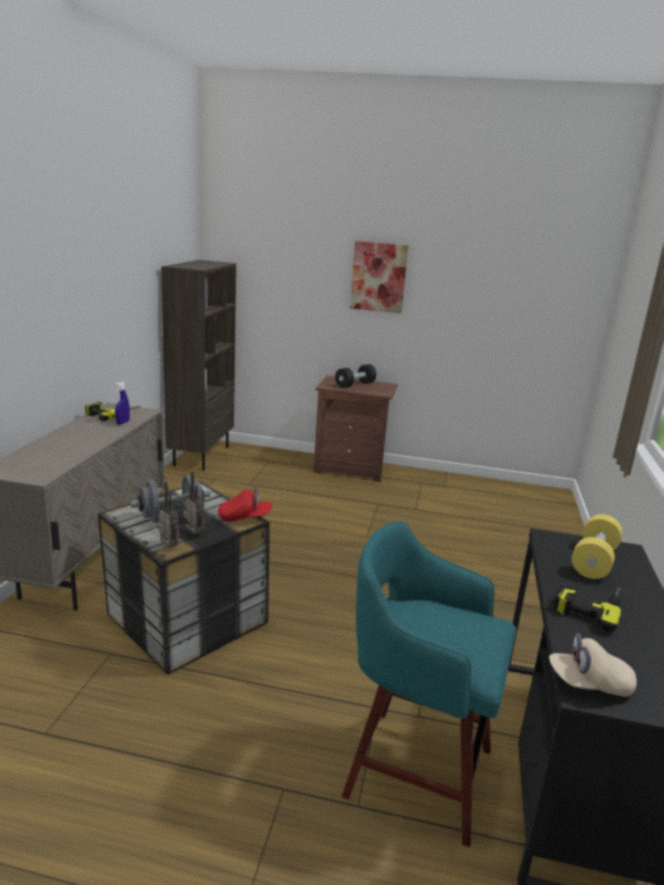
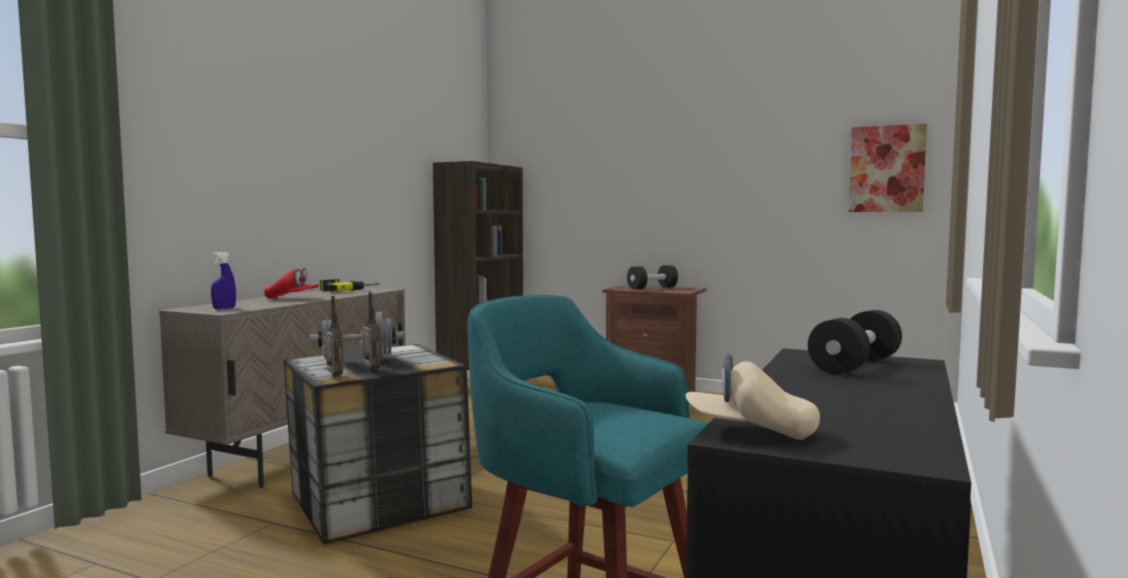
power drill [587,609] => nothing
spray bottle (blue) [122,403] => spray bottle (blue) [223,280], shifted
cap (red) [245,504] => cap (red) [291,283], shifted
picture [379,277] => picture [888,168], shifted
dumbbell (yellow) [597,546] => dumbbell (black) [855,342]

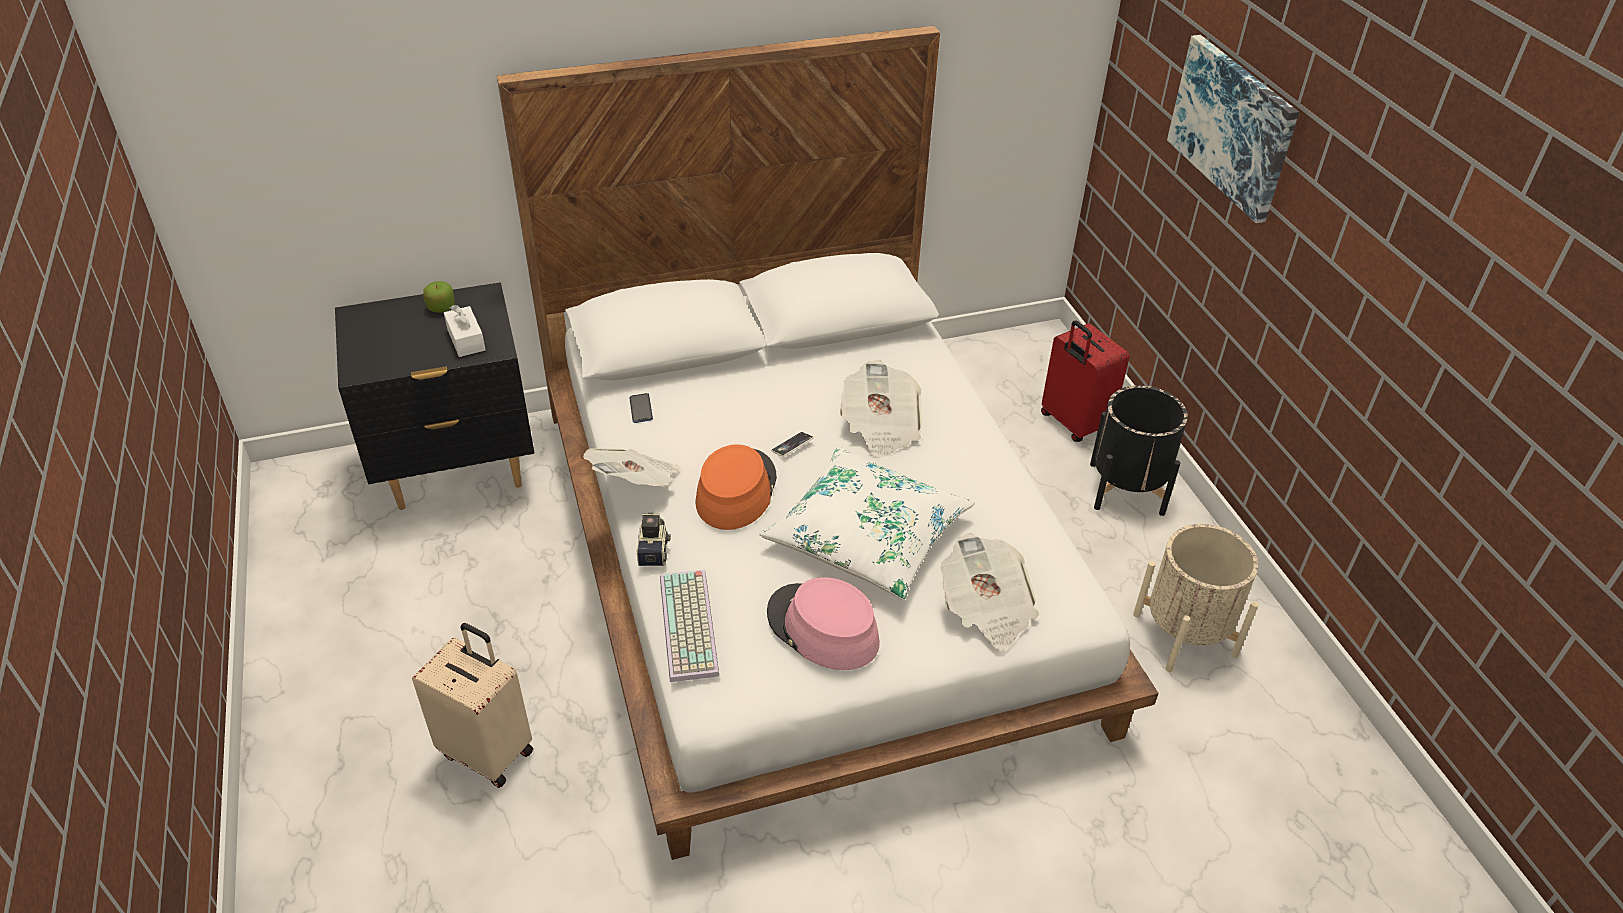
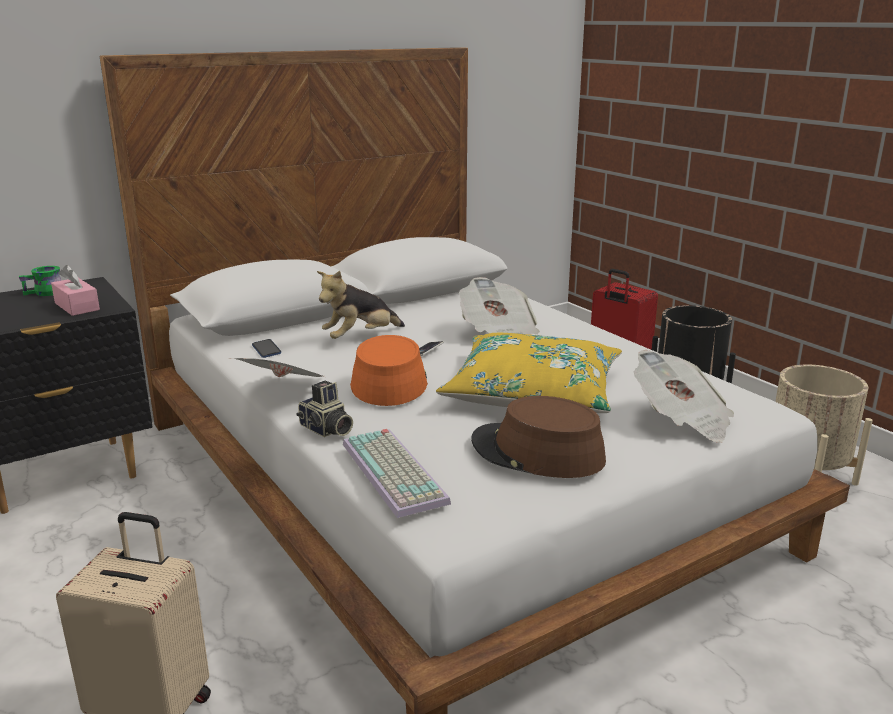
picture [1233,129] => nothing
nothing => plush toy [361,305]
apple [439,297] => mug (green) [40,281]
tissue box (white) [465,331] => tissue box (pink) [75,290]
pillow (white) [867,523] => pillow (yellow) [529,373]
hat (pink) [823,623] => hat (brown) [538,437]
photo camera [654,539] => photo camera [324,409], 150 degrees clockwise

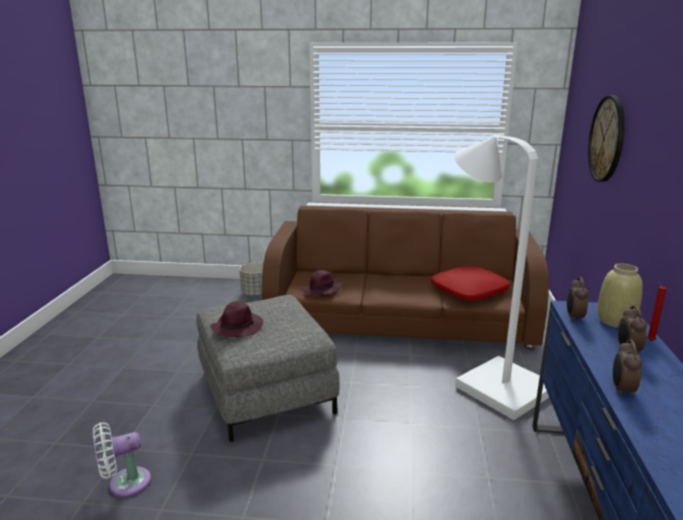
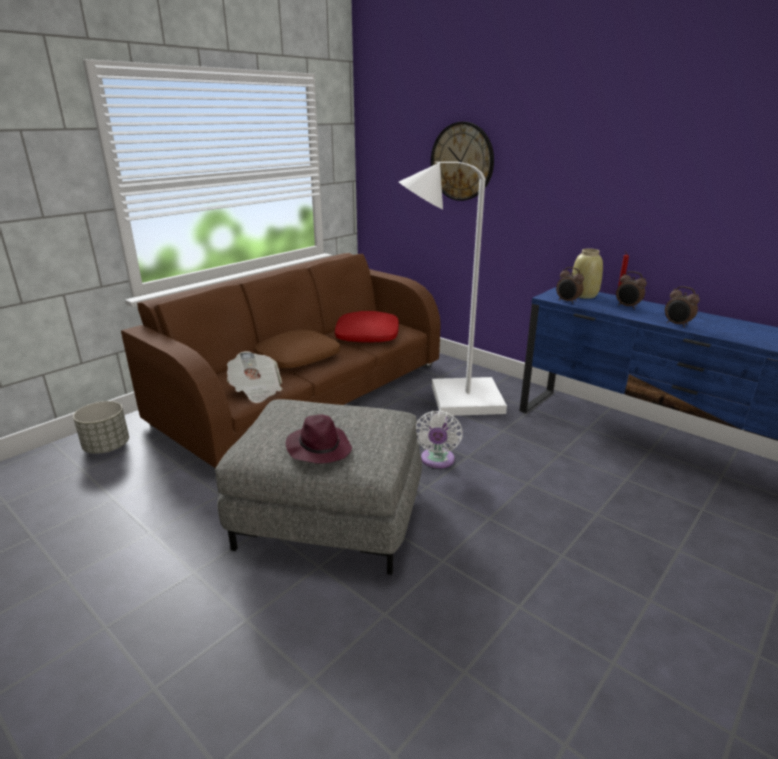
nothing => pillow (brown) [297,349]
fan (white) [122,459] => fan (white) [439,439], shifted
hat (purple) [321,282] => newspaper [254,377]

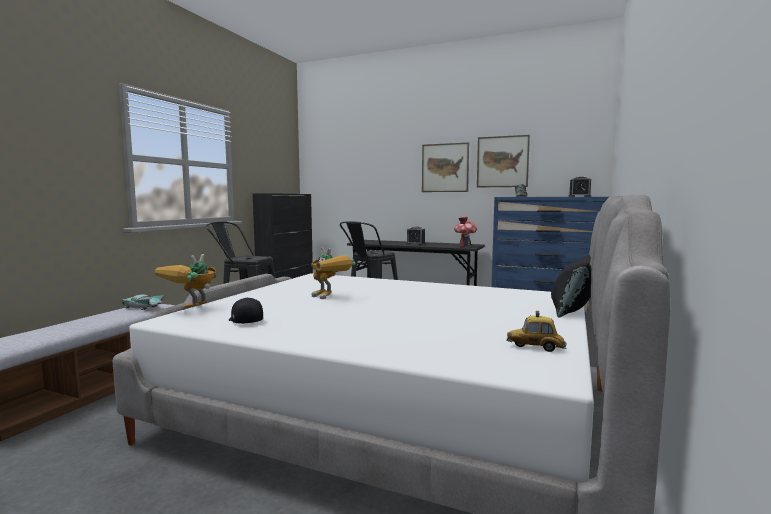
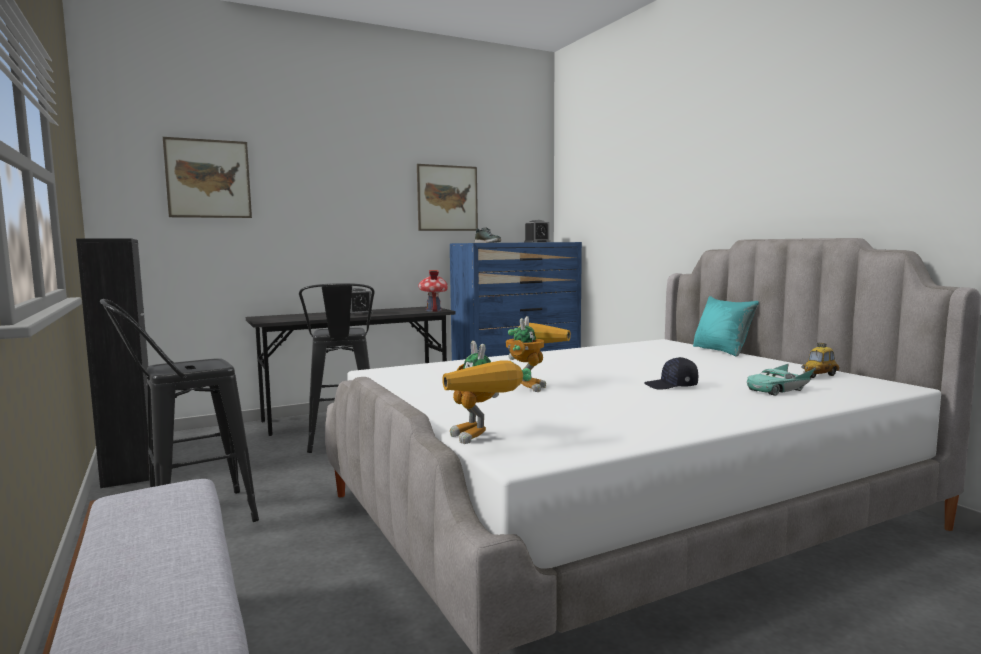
toy car (turquoise) [143,302] => toy car (turquoise) [781,379], shifted
cap (black) [246,311] => cap (black) [671,373], shifted
picture [445,167] => picture [207,177], shifted
pillow (black) [571,286] => pillow (turquoise) [726,326]
toy robot [333,273] => toy robot [538,354], 60 degrees counterclockwise

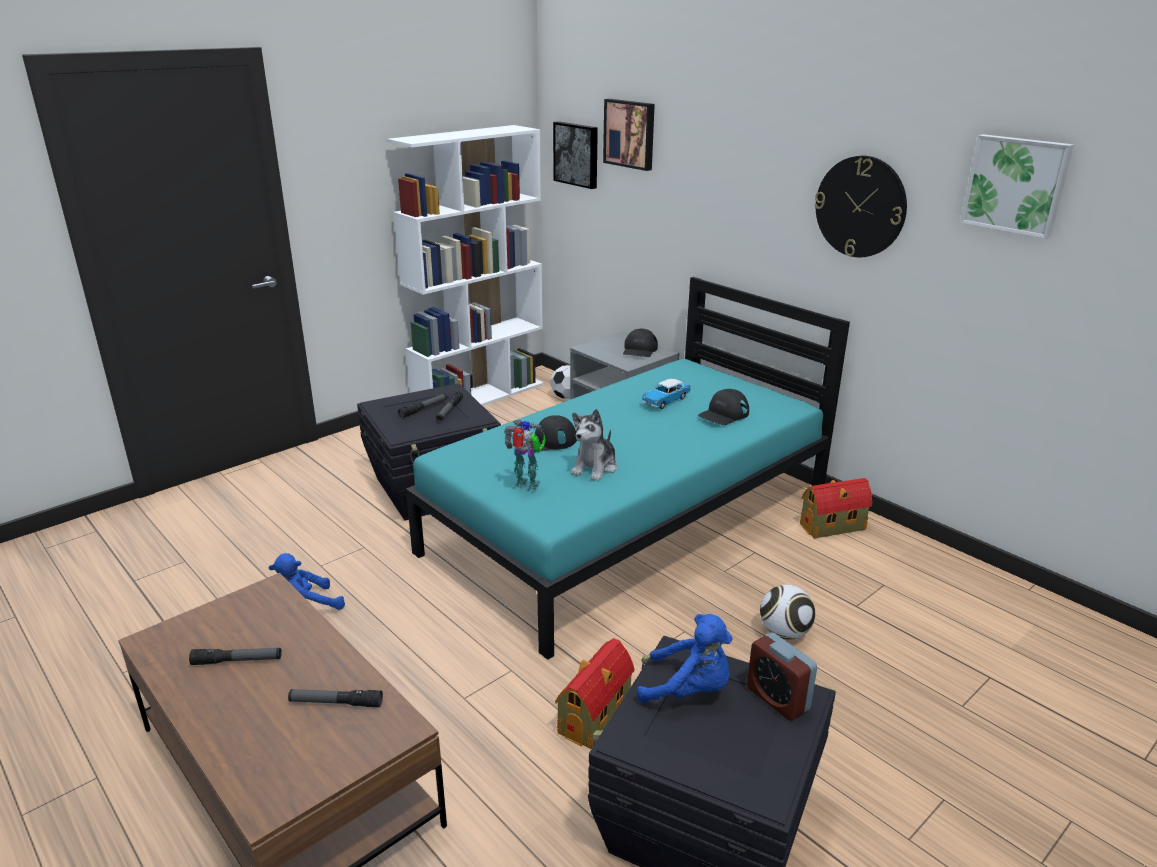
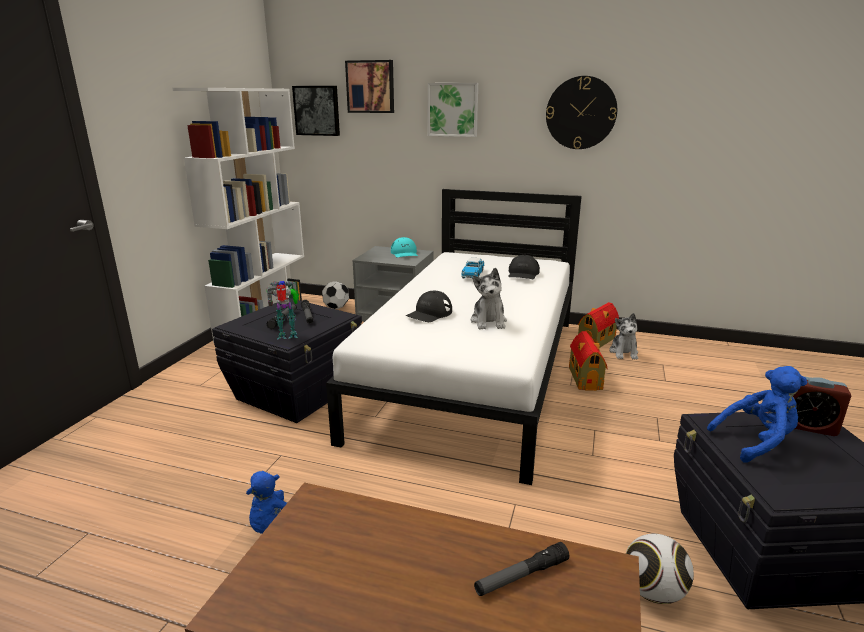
flashlight [235,656] => nothing
nothing => plush toy [623,336]
toy robot [525,456] => toy robot [282,309], shifted
toy house [595,693] => toy house [588,361], shifted
football [787,612] => football [660,568], shifted
picture [1017,186] => picture [453,110], shifted
bed (turquoise) [628,468] => bed (white) [454,337]
cap (black) [640,343] => cap (turquoise) [404,247]

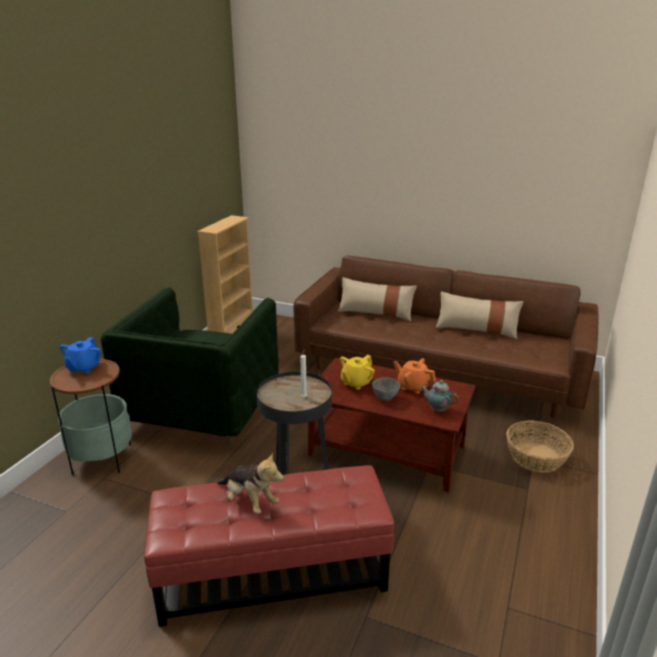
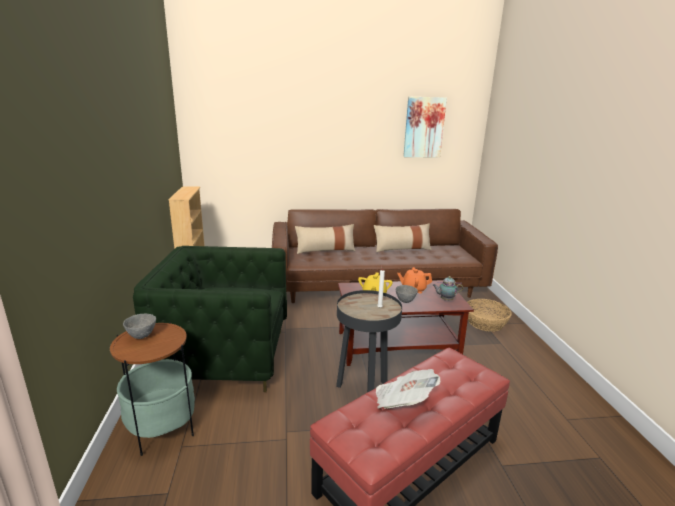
nothing => picture [425,127]
teapot (blue) [80,355] => bowl (grey) [139,326]
plush toy [250,483] => newspaper [408,389]
armchair (green) [190,368] => armchair (green) [210,319], 105 degrees clockwise

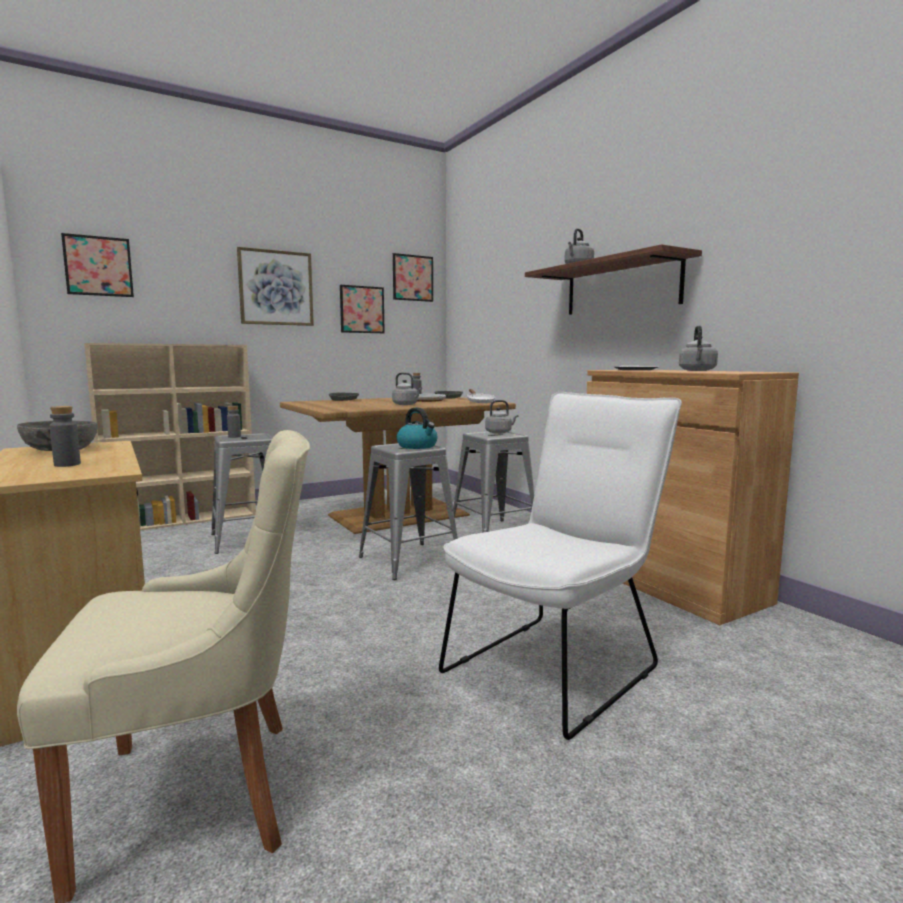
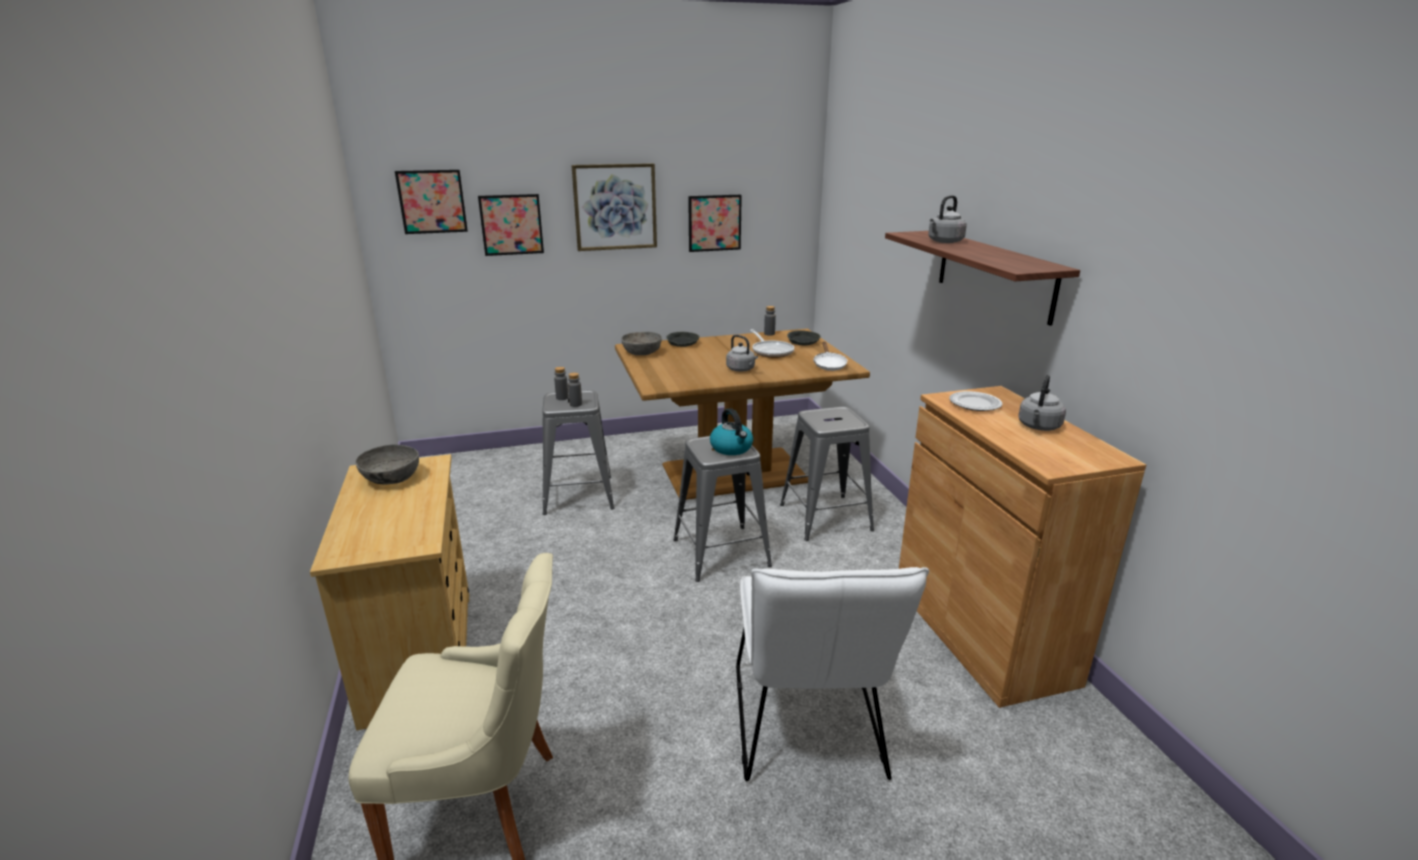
bookcase (beige) [170,436] => nothing
kettle (grey) [502,417] => nothing
nothing => bowl (grey) [642,343]
bottle (grey) [65,436] => bottle (grey) [575,390], shifted
picture [413,277] => picture [511,225], shifted
chair (white) [560,566] => chair (white) [832,674], 120 degrees clockwise

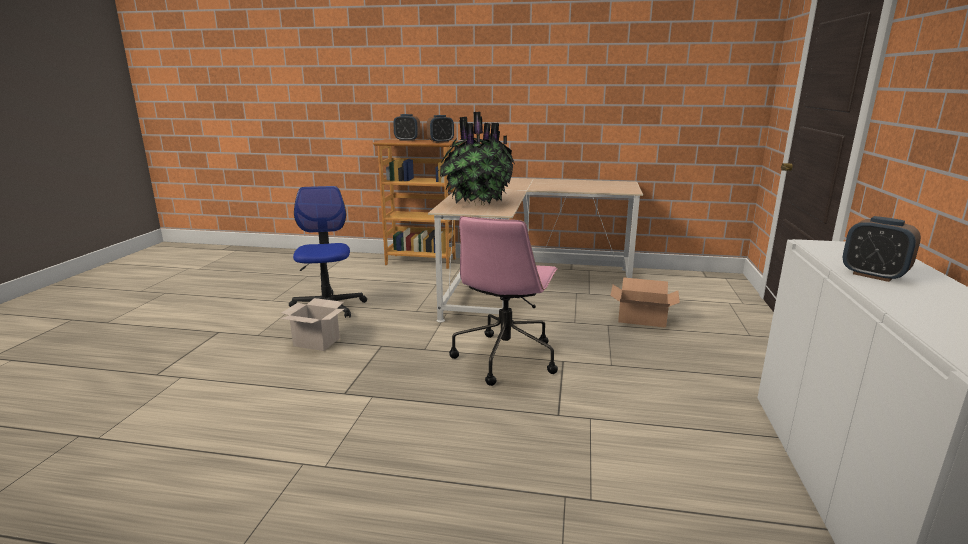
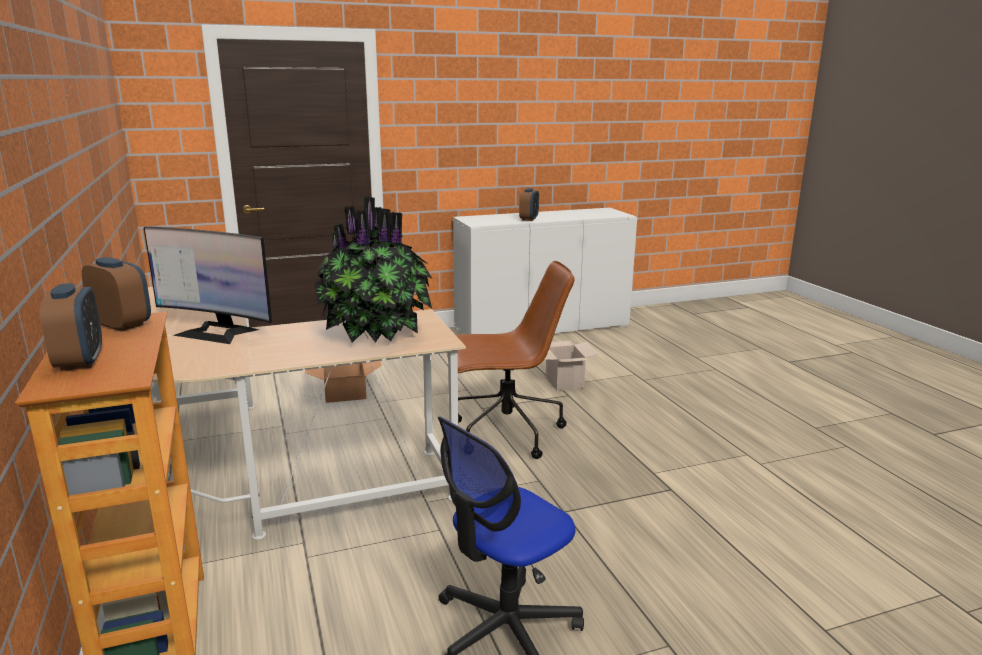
nothing => monitor [208,285]
cardboard box [312,324] => cardboard box [572,366], shifted
office chair (pink) [503,301] => office chair (brown) [510,360]

